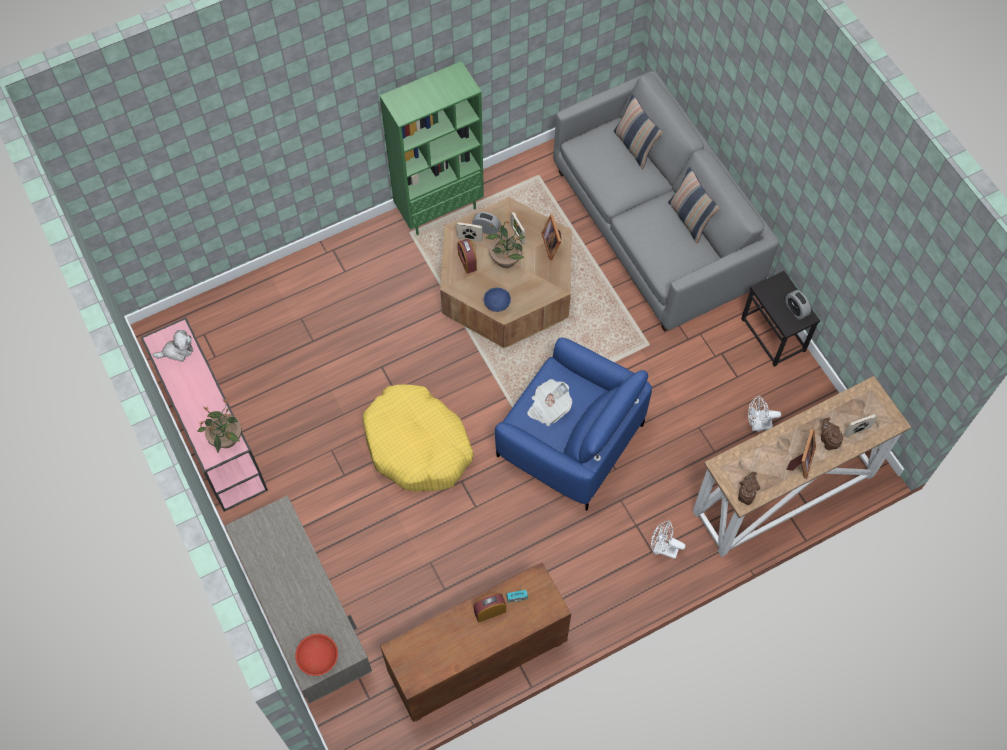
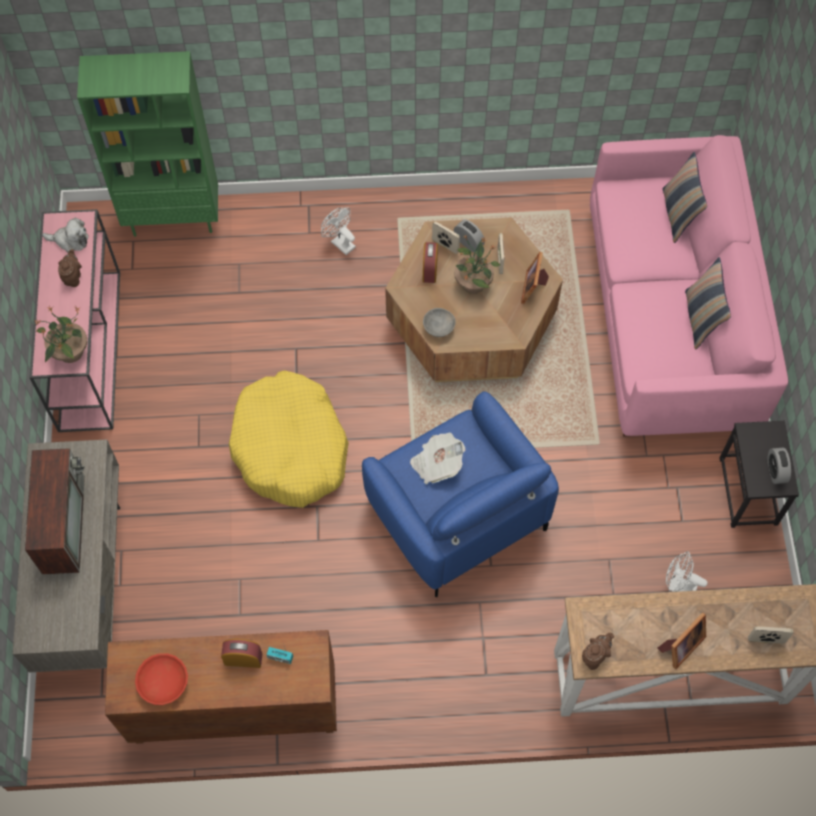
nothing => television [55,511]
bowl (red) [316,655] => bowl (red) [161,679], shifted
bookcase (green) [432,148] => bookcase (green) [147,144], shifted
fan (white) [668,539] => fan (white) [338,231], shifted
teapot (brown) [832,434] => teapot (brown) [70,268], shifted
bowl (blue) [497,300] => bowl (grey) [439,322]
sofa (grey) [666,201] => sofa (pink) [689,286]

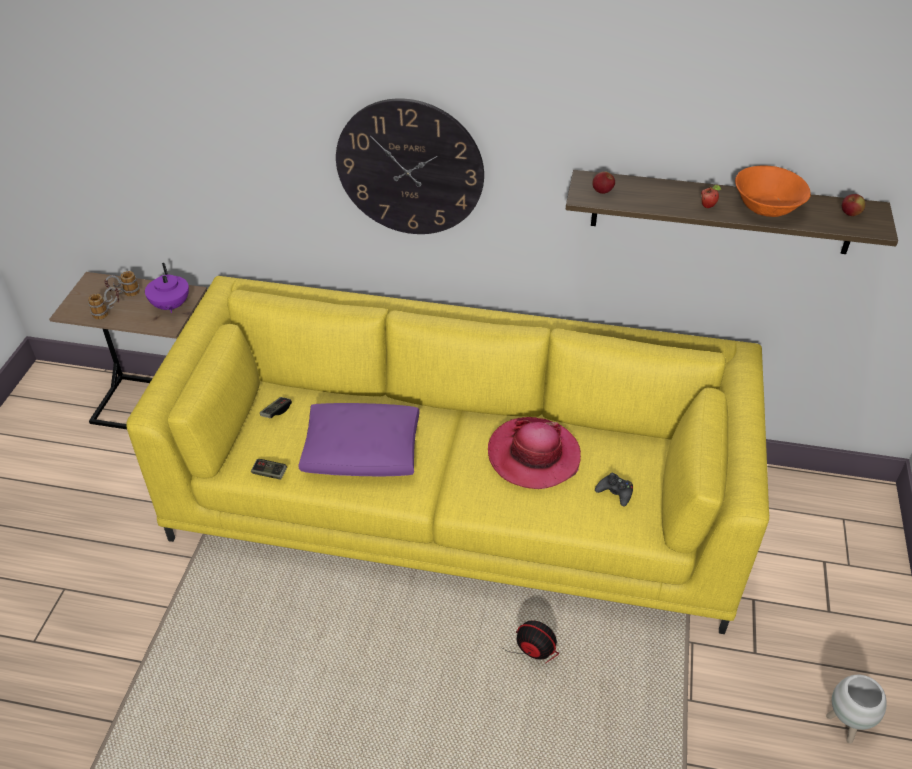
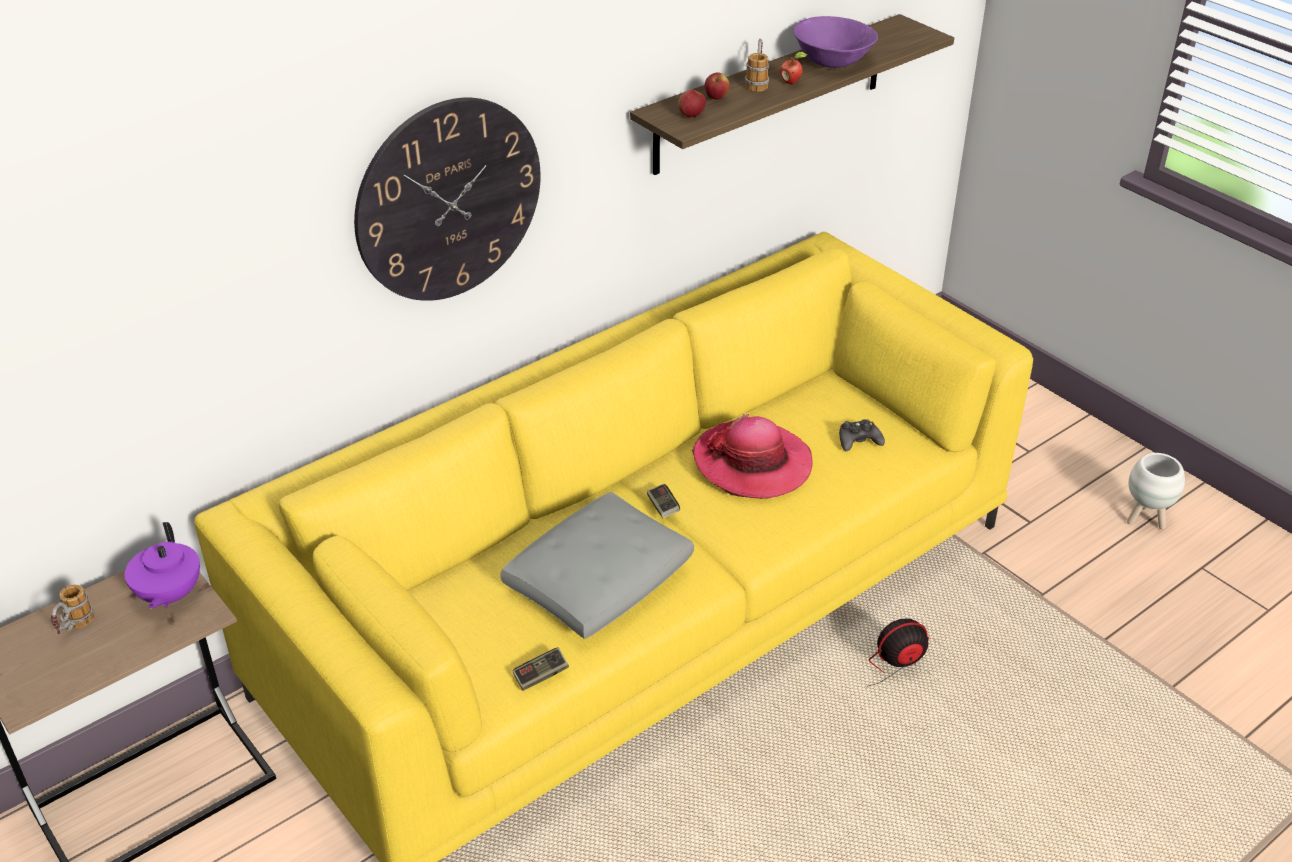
mug [103,303] => mug [757,65], shifted
game controller [276,407] => game controller [663,501], shifted
apple [853,205] => apple [717,86], shifted
pillow (purple) [359,439] => pillow (grey) [597,565]
bowl (orange) [773,191] => bowl (purple) [835,42]
teapot (purple) [167,288] => teapot (purple) [162,565], 60 degrees clockwise

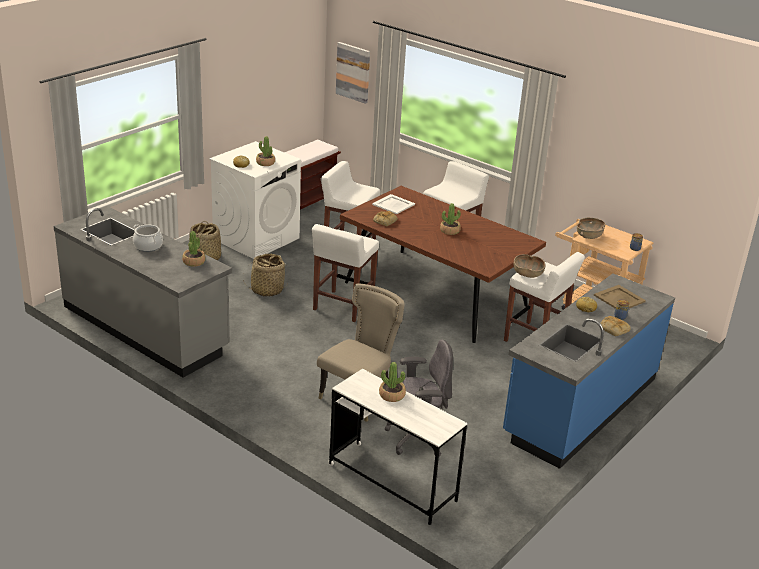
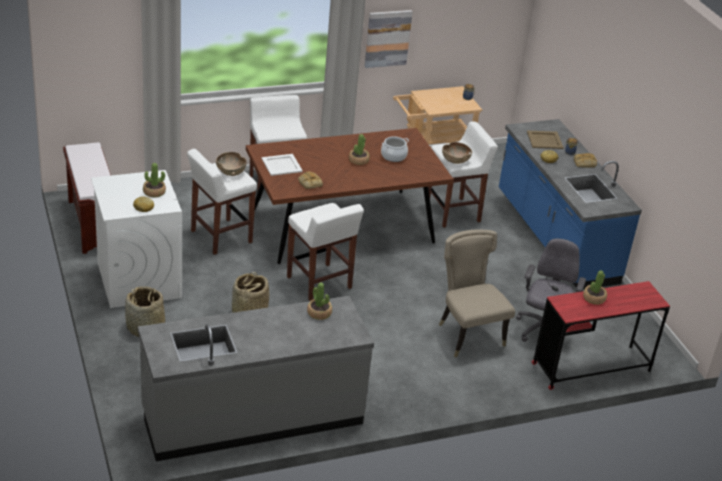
cooking pot [148,238] => cooking pot [395,149], shifted
picture [353,73] => picture [389,39], shifted
bowl (brown) [591,228] => bowl (brown) [231,164], shifted
desk (white) [397,447] => desk (red) [601,335]

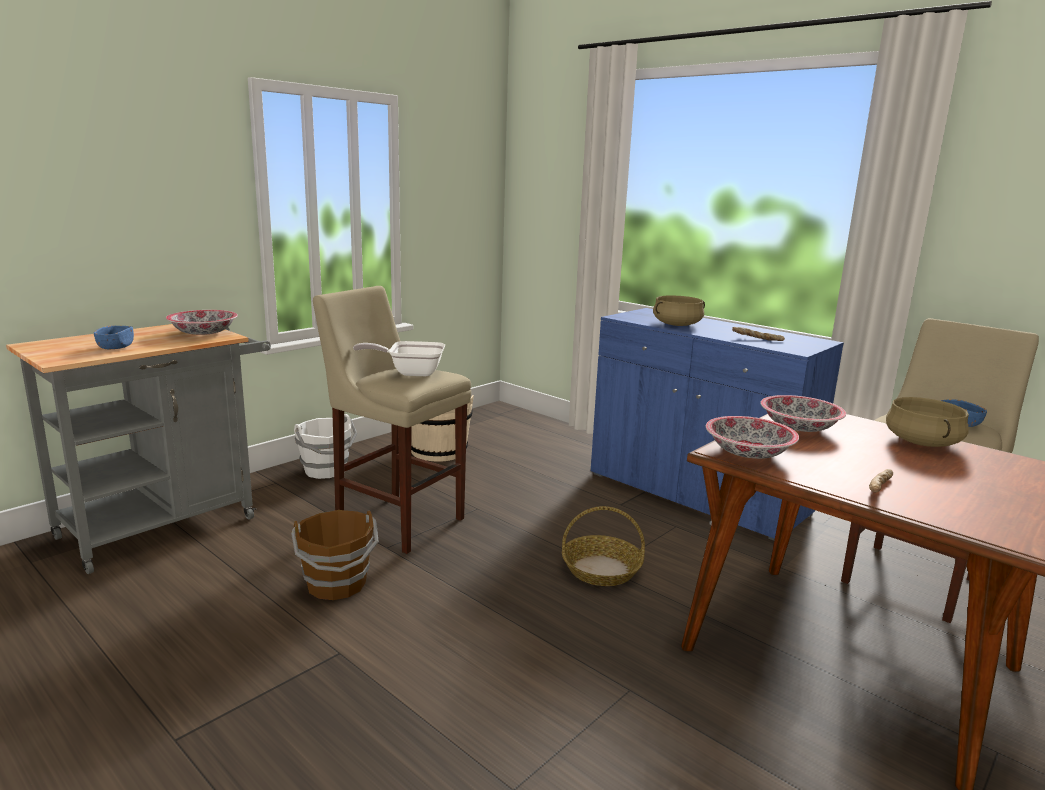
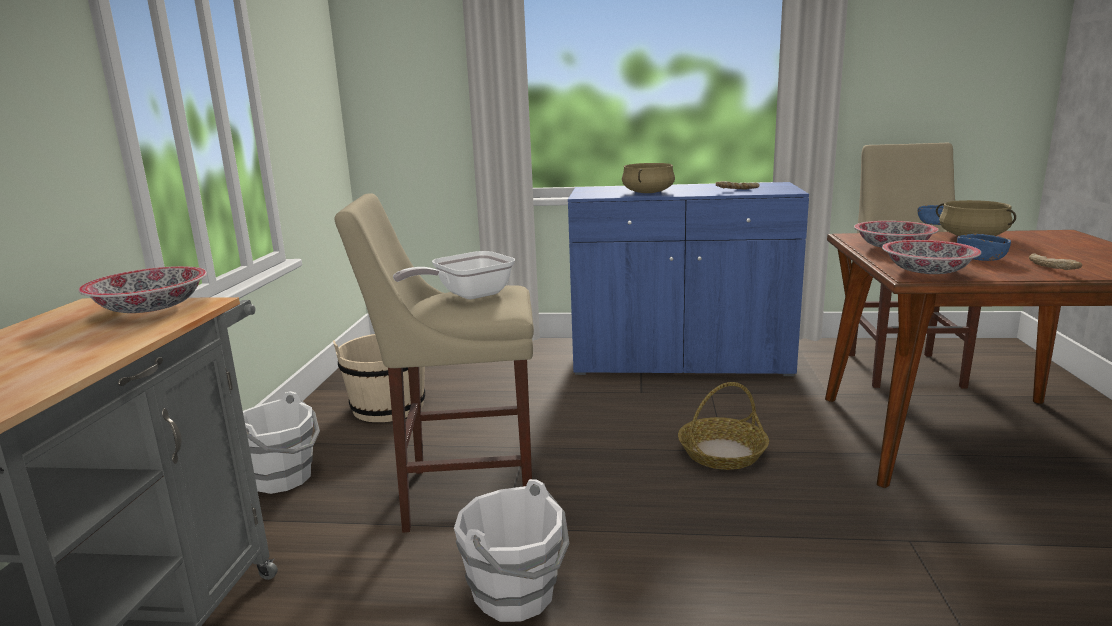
bowl (blue) [114,337] => bowl (blue) [984,247], shifted
bucket (brown) [335,555] => bucket (white) [511,550]

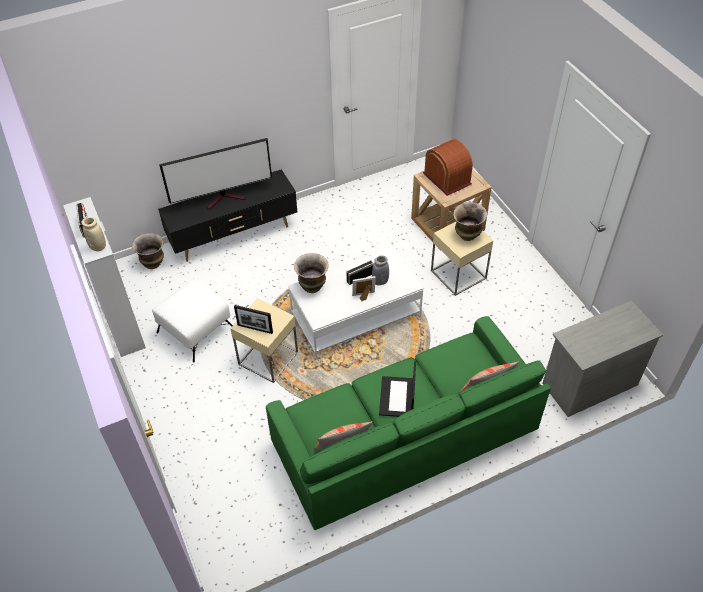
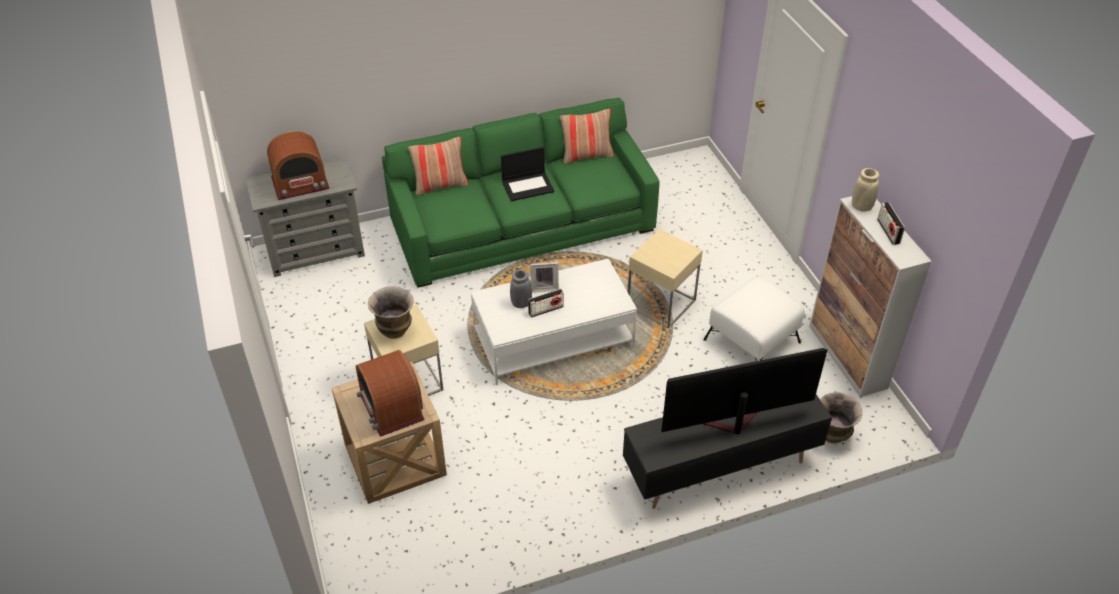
picture frame [253,319] => nothing
vase [311,273] => nothing
nothing => radio [298,165]
laptop [397,389] => laptop [528,174], 60 degrees clockwise

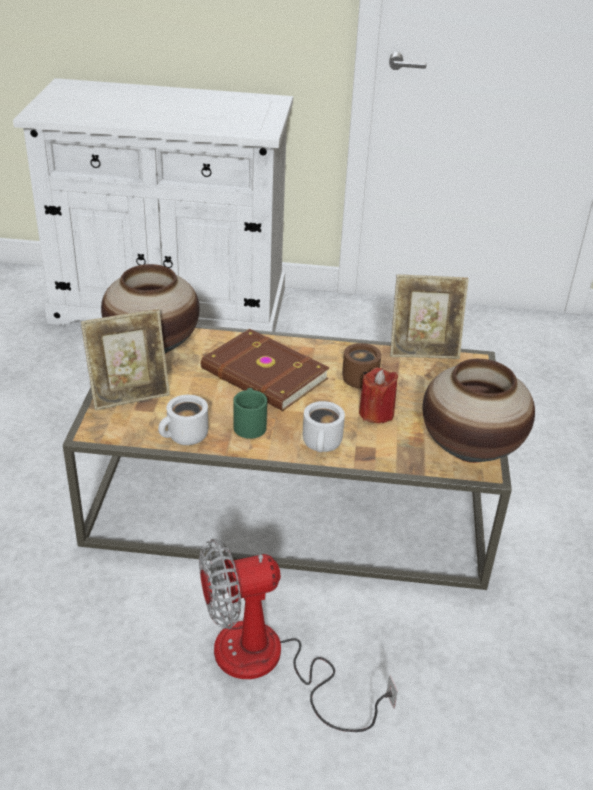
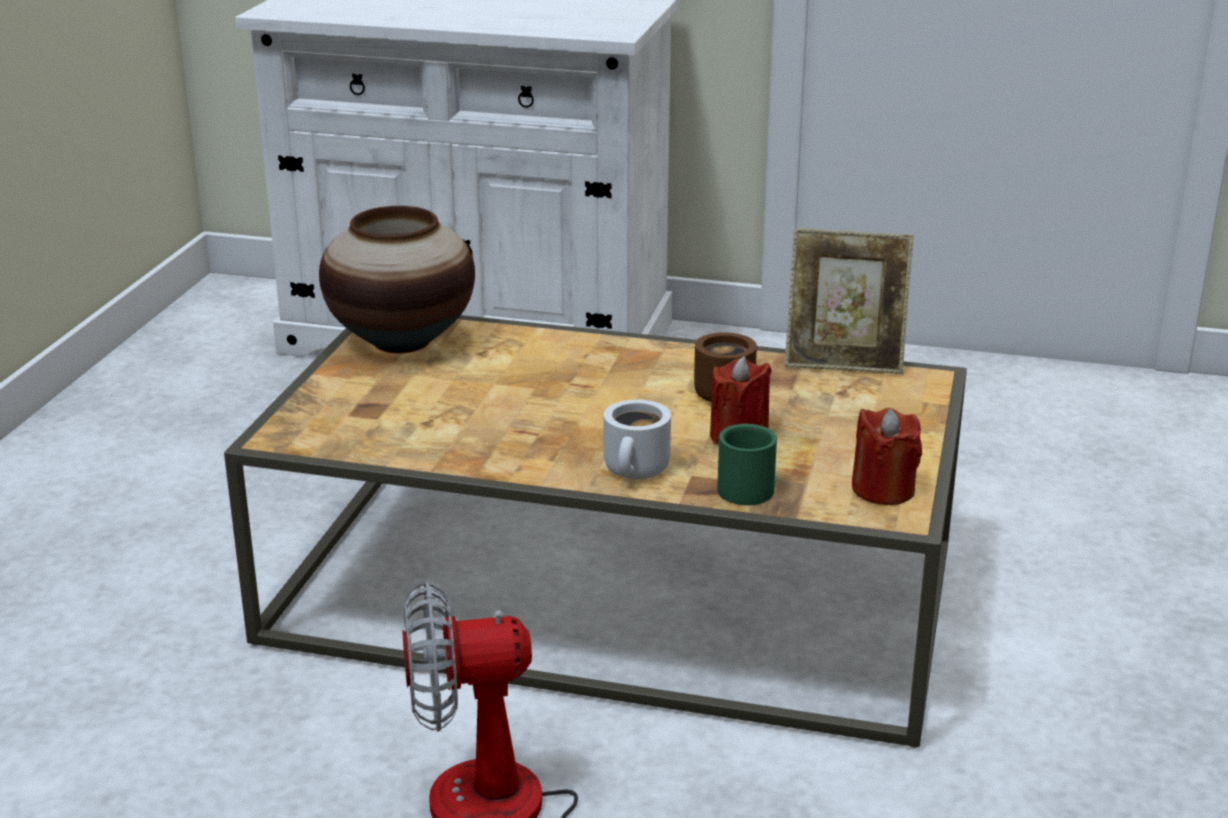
picture frame [125,360] => nothing
mug (white) [183,420] => nothing
book (brown) [265,370] => nothing
mug (green) [250,413] => mug (green) [747,464], shifted
vase [479,411] => candle (red) [887,456]

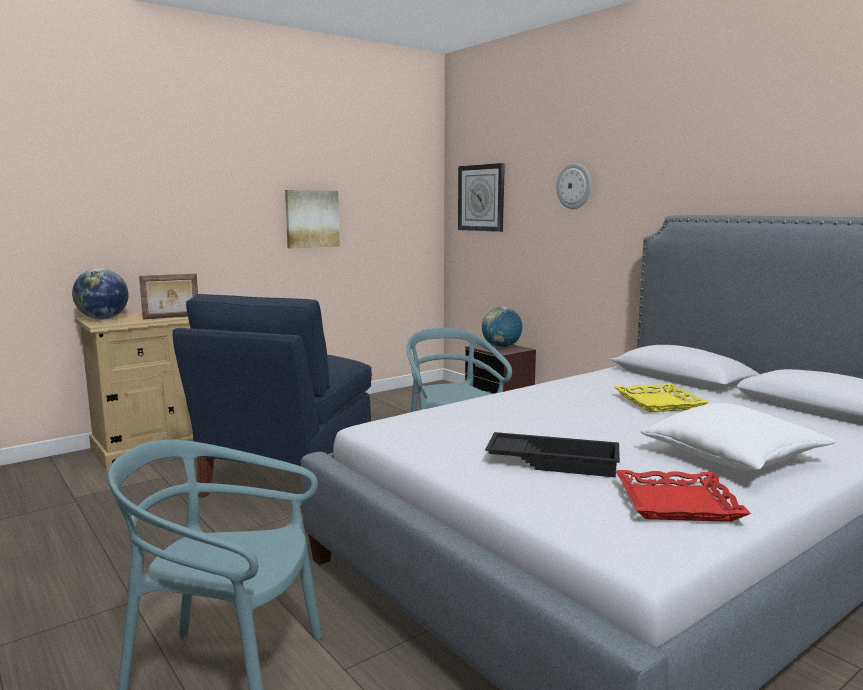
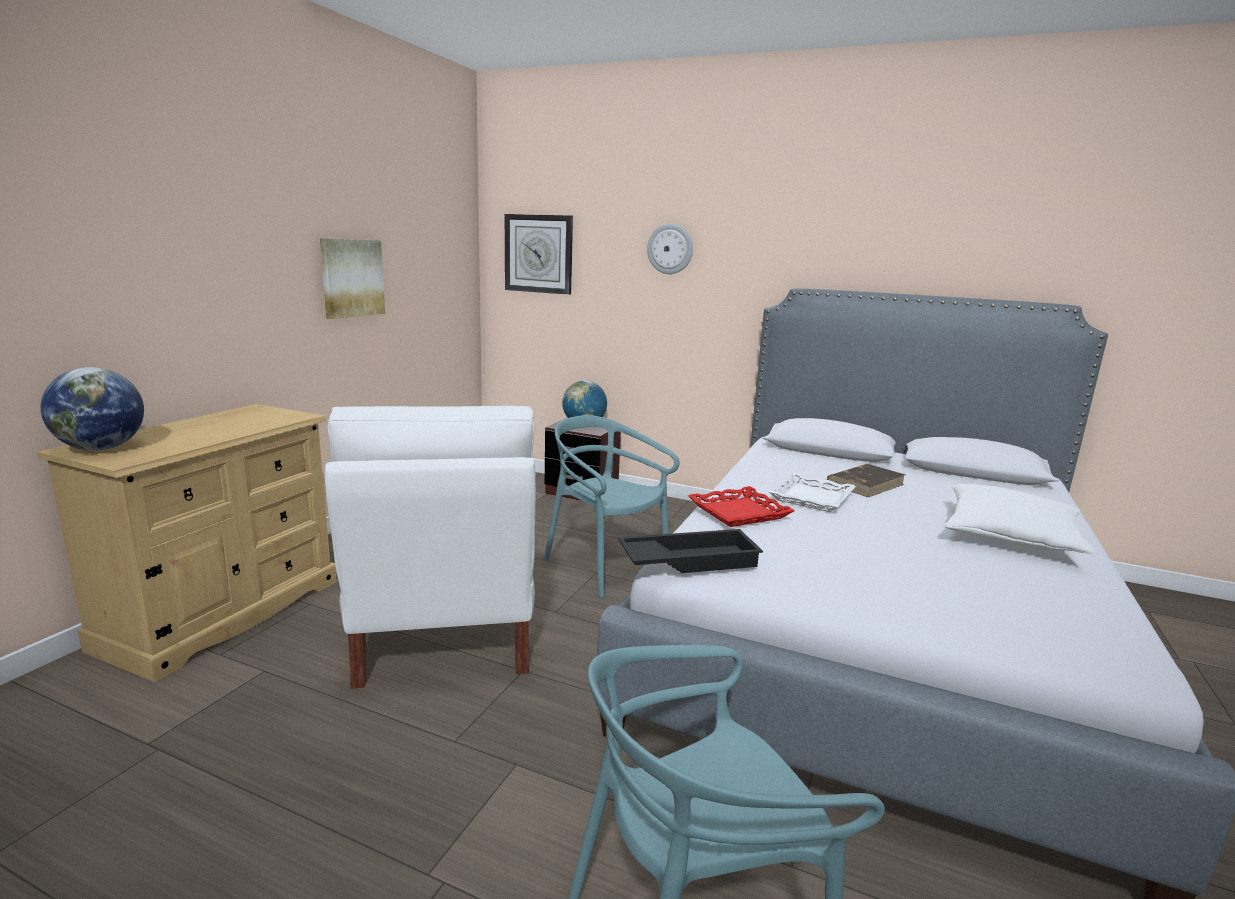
picture frame [168,296] => nothing
nothing => tray (white) [812,492]
tray (black) [552,455] => tray (black) [690,551], shifted
tray (red) [683,496] => tray (red) [741,506], shifted
tray (yellow) [662,397] => book (brown) [866,480]
armchair (blue) [272,403] => armchair (white) [430,547]

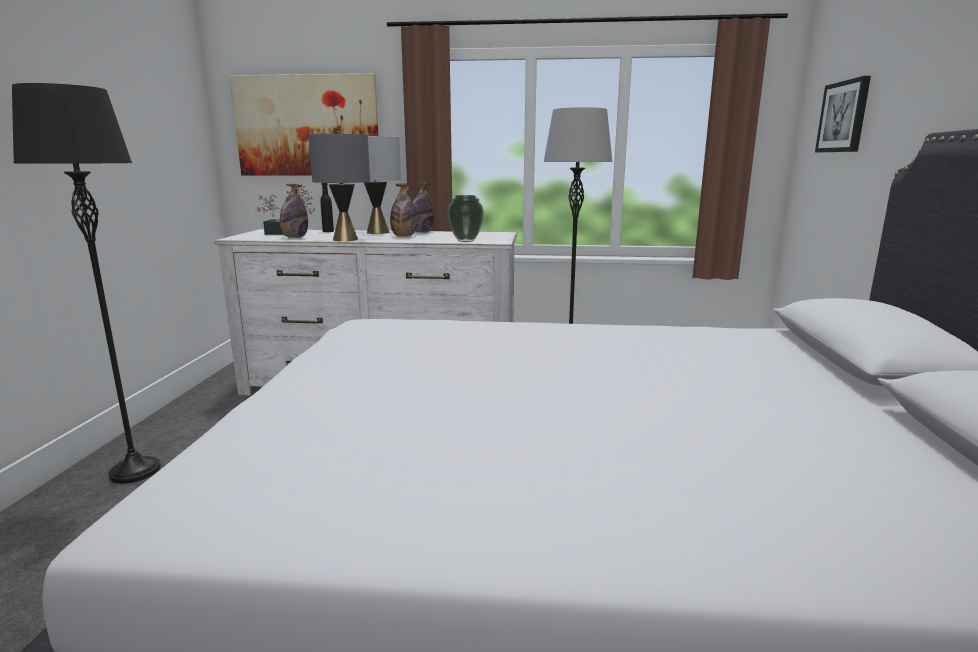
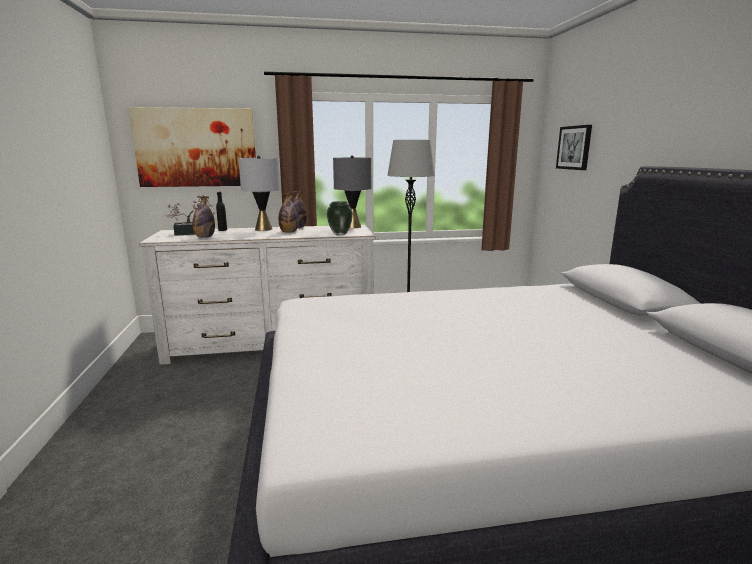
floor lamp (black) [86,283] => nothing
table lamp (grey) [339,186] => table lamp (grey) [352,191], shifted

